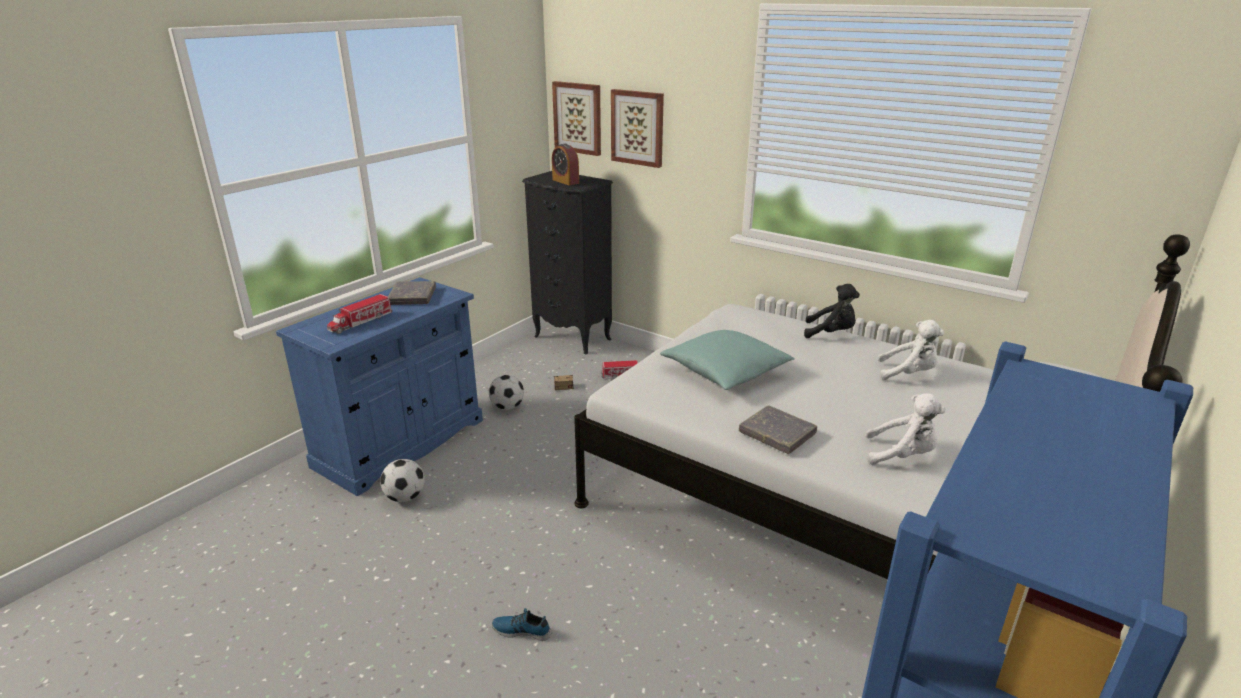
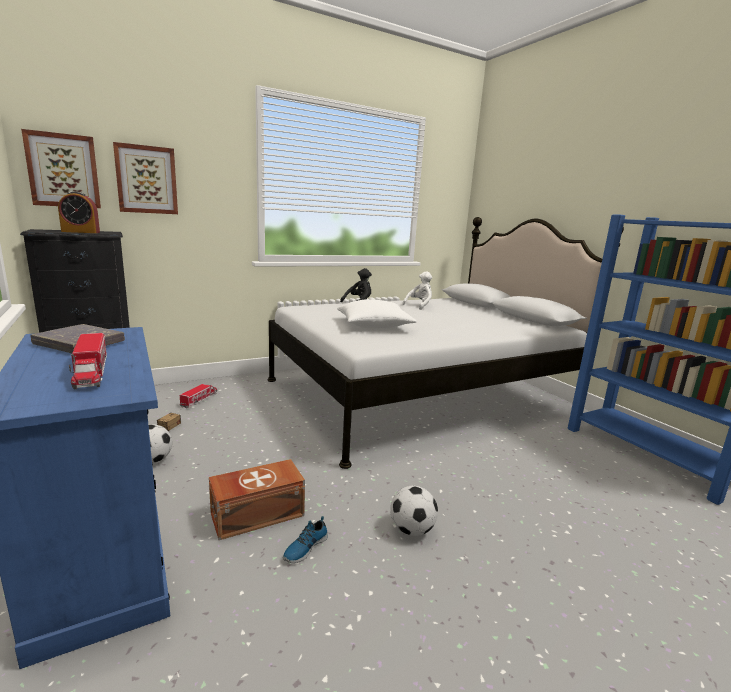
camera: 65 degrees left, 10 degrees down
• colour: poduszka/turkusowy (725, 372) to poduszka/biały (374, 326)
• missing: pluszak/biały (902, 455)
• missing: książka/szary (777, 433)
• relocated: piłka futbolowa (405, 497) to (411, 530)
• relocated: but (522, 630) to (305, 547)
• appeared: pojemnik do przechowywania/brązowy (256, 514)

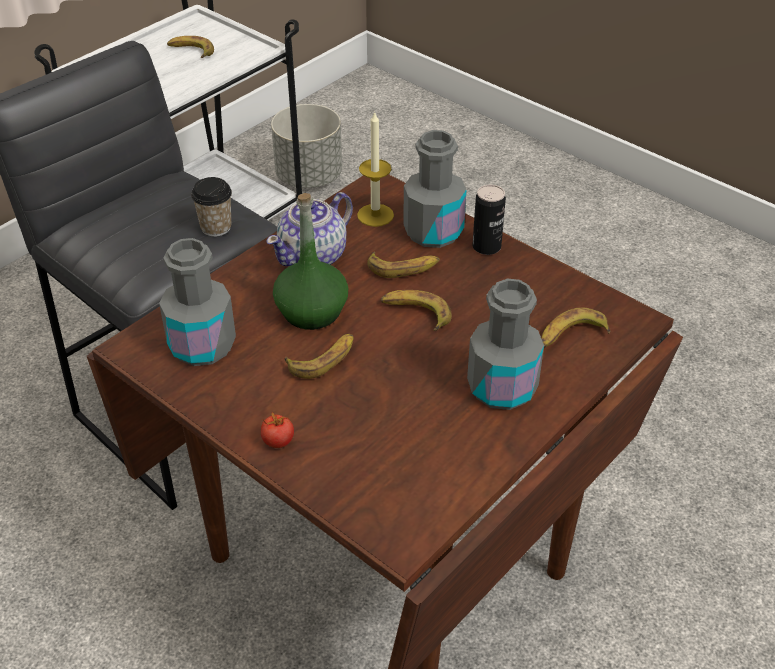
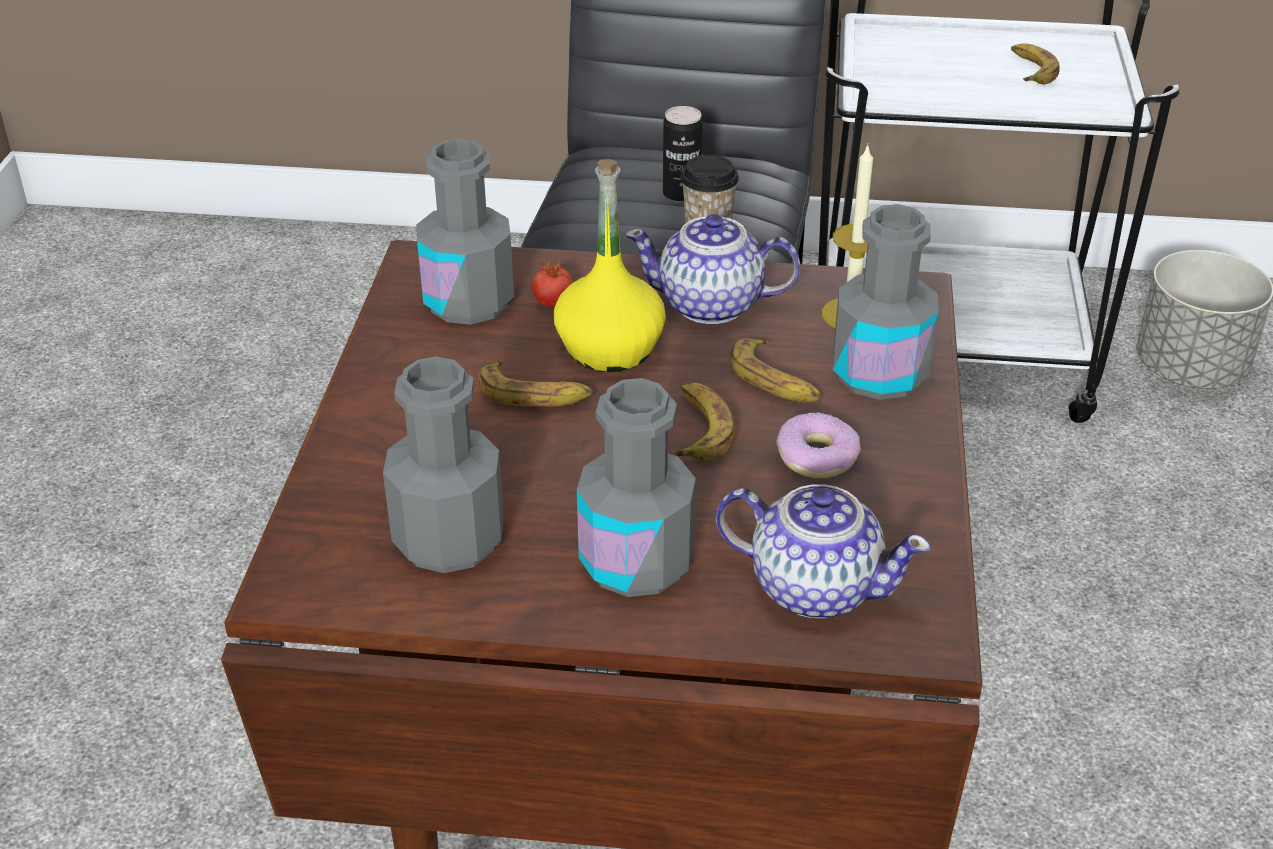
camera: 55 degrees right, 5 degrees down
• relocated: puszka (486, 247) to (681, 194)
• colour: butelka/zielony (311, 311) to butelka/żółty (609, 348)
• exchanged: banan (571, 336) to imbryk (814, 587)
• relocated: pomidor (278, 441) to (553, 303)
• appeared: butelka/szary (449, 539)
• appeared: donut (817, 456)

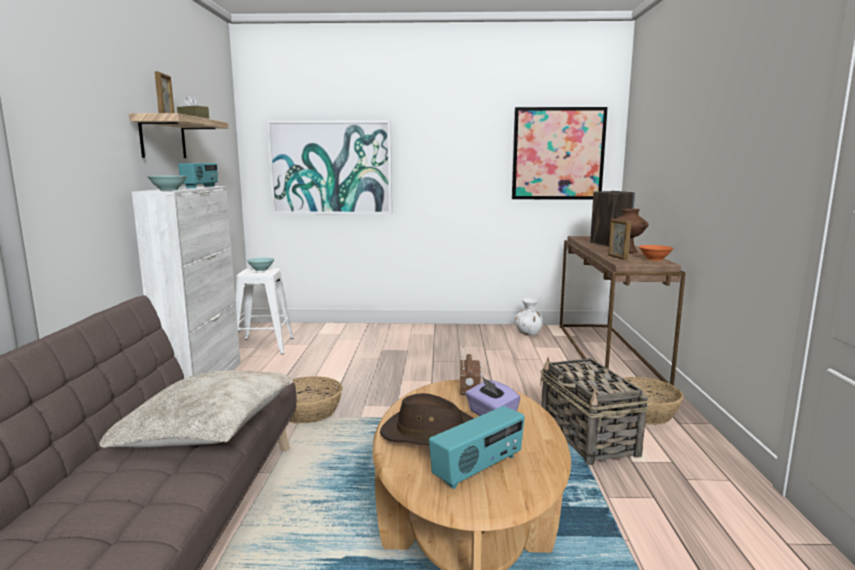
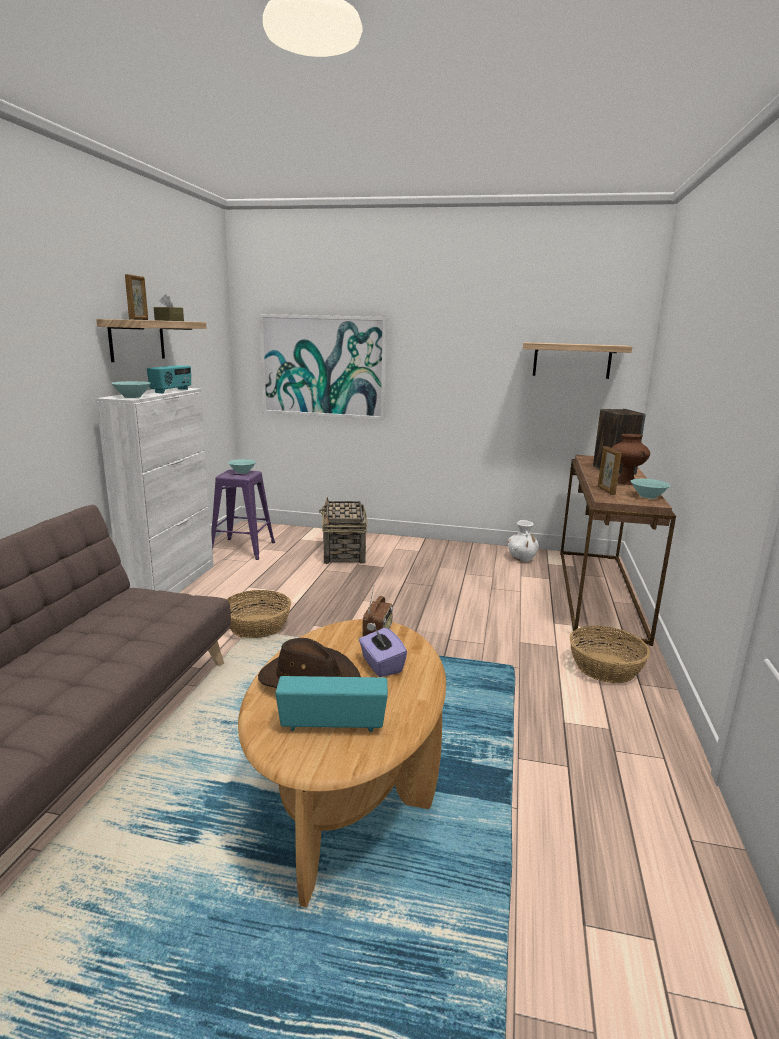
camera: 10 degrees right, 5 degrees up
• exchanged: obraz (558, 154) to półka (572, 360)
• colour: miska/pomarańczowy (655, 259) to miska/turkusowy (648, 496)
• colour: stołek/biały (262, 346) to stołek/fioletowy (241, 549)
• relocated: koszyk (588, 437) to (344, 552)
• missing: poduszka/beżowy (206, 430)
• spun: radio (478, 469) = (332, 724) 150 degrees counterclockwise

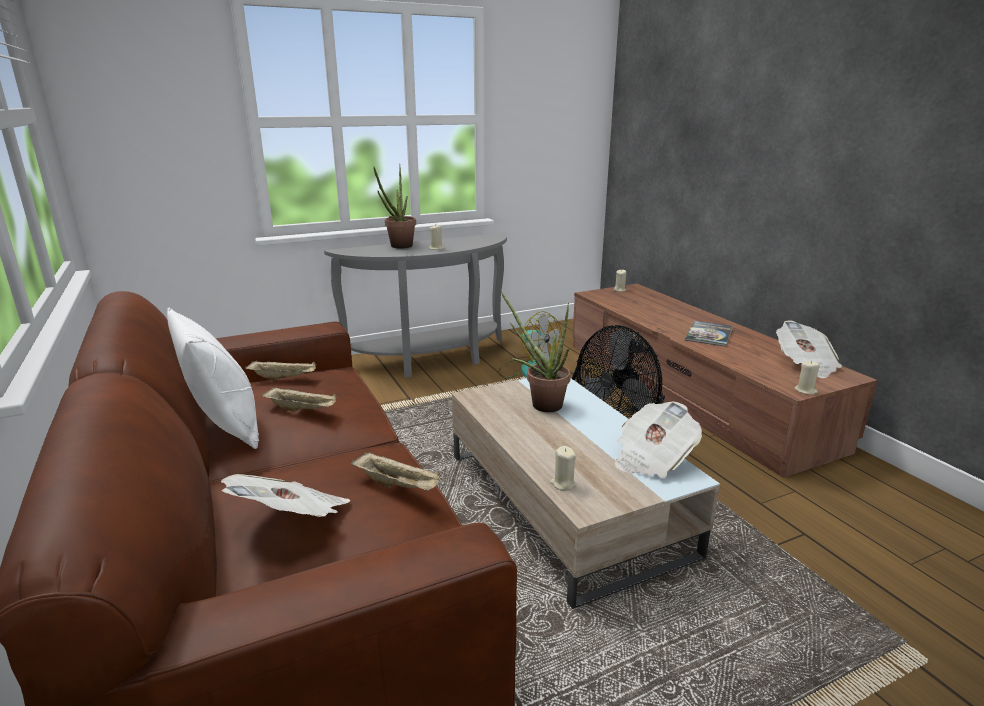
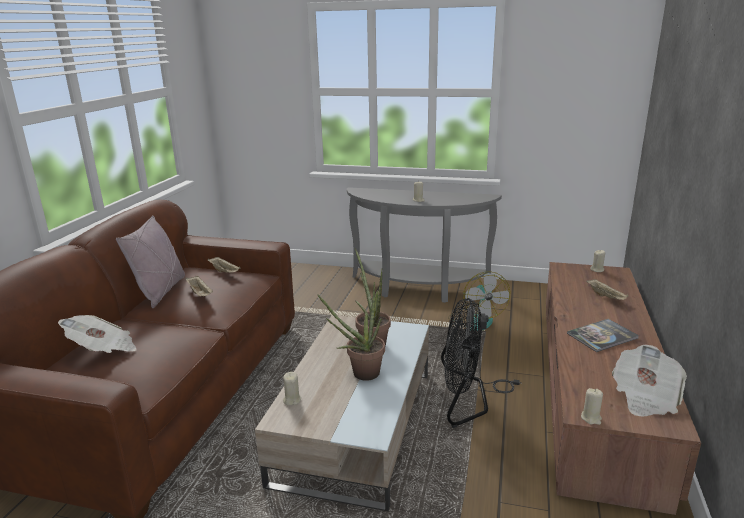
camera: 40 degrees right, 0 degrees up
• relocated: roślina doniczkowa (398, 247) to (360, 374)
• colour: poduszka/biały (225, 427) to poduszka/fioletowy (161, 291)
• missing: gazeta (652, 458)
• relocated: taca/beżowy (398, 485) to (606, 297)

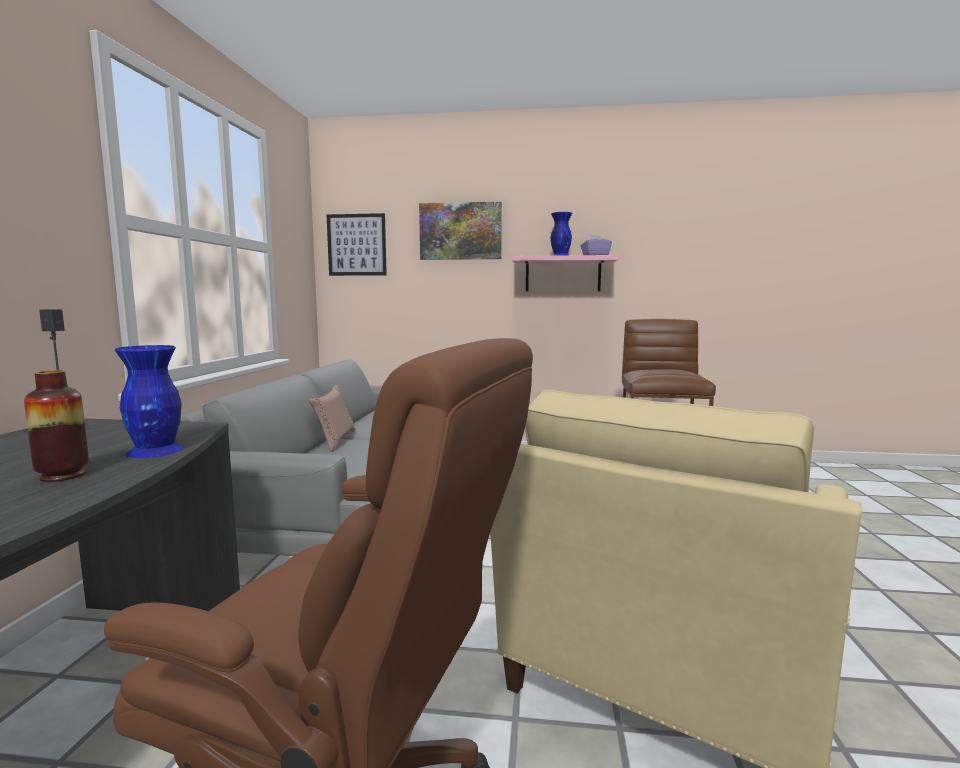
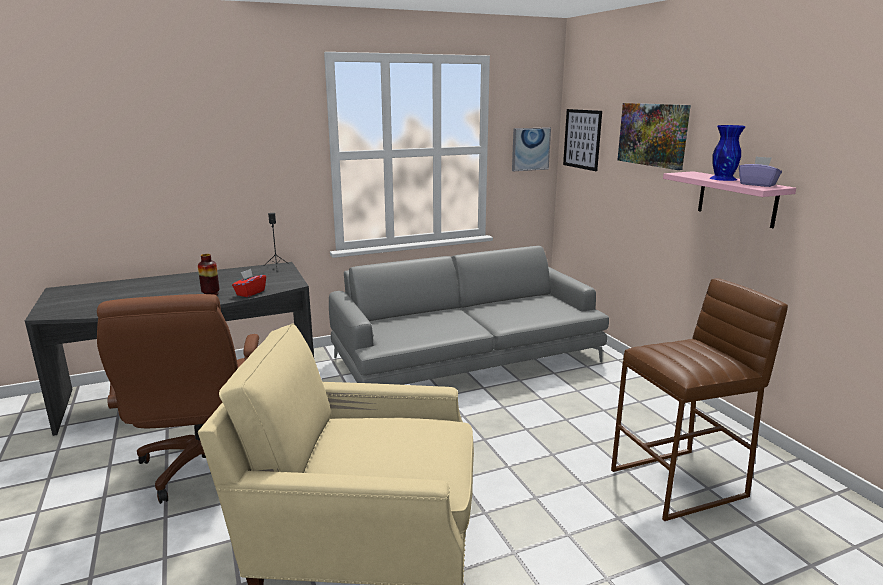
camera: 60 degrees right, 10 degrees up
• exchanged: wazon/niebieski (156, 450) to pudełko chusteczek/czerwony (250, 293)
• missing: poduszka/beżowy (335, 440)
• appeared: obraz (530, 149)

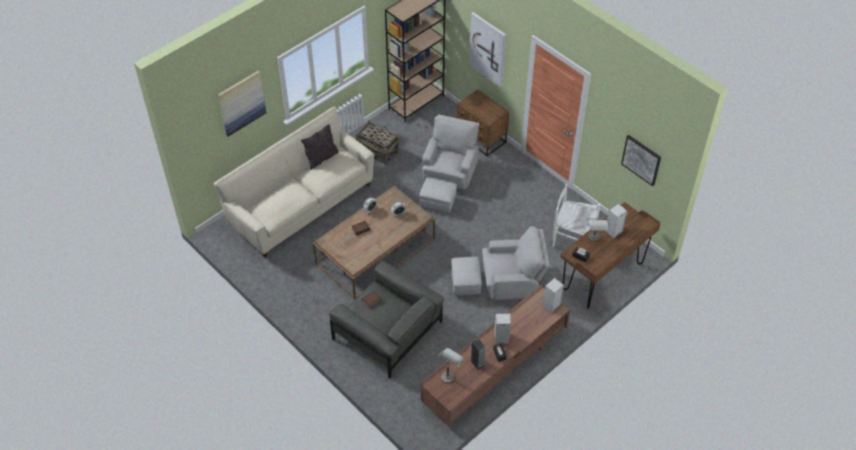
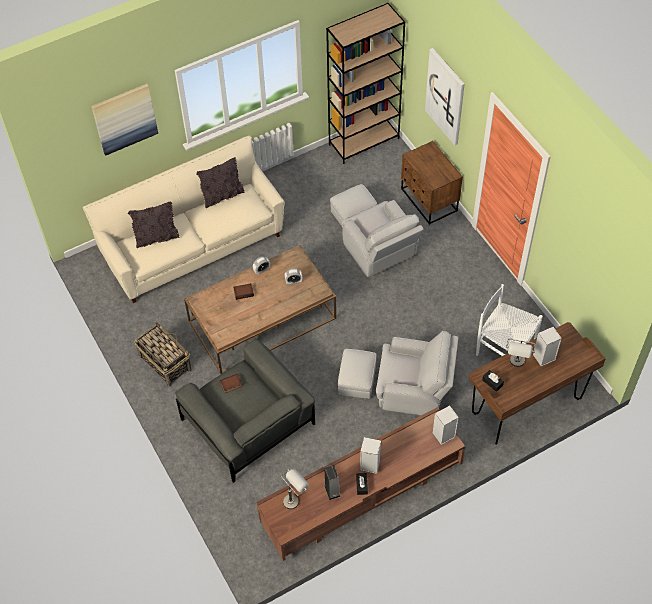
camera: 15 degrees right, 5 degrees up
• spun: fotel/biały (447, 178) = (374, 243) 120 degrees clockwise
• relocated: koszyk (377, 151) to (165, 362)
• missing: obraz (641, 159)
• appeared: poduszka/czarny (157, 238)

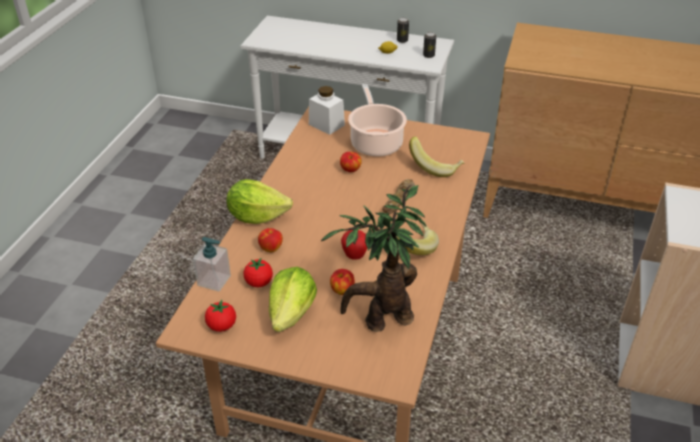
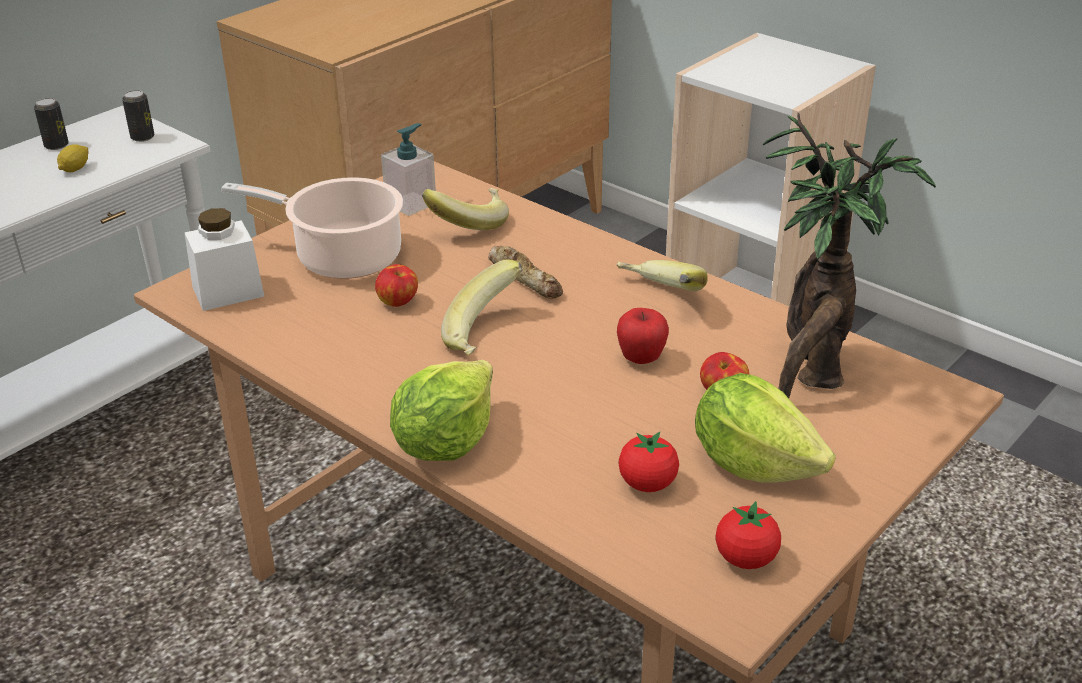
camera: 65 degrees left, 5 degrees down
• missing: jabłko (271, 248)
• relocated: dozownik mydła (214, 280) to (411, 203)
• appeared: banan (486, 335)

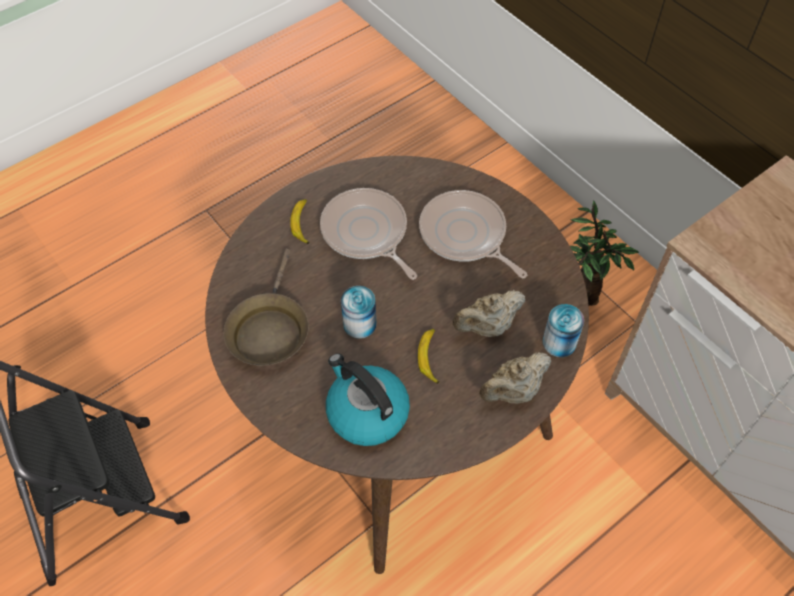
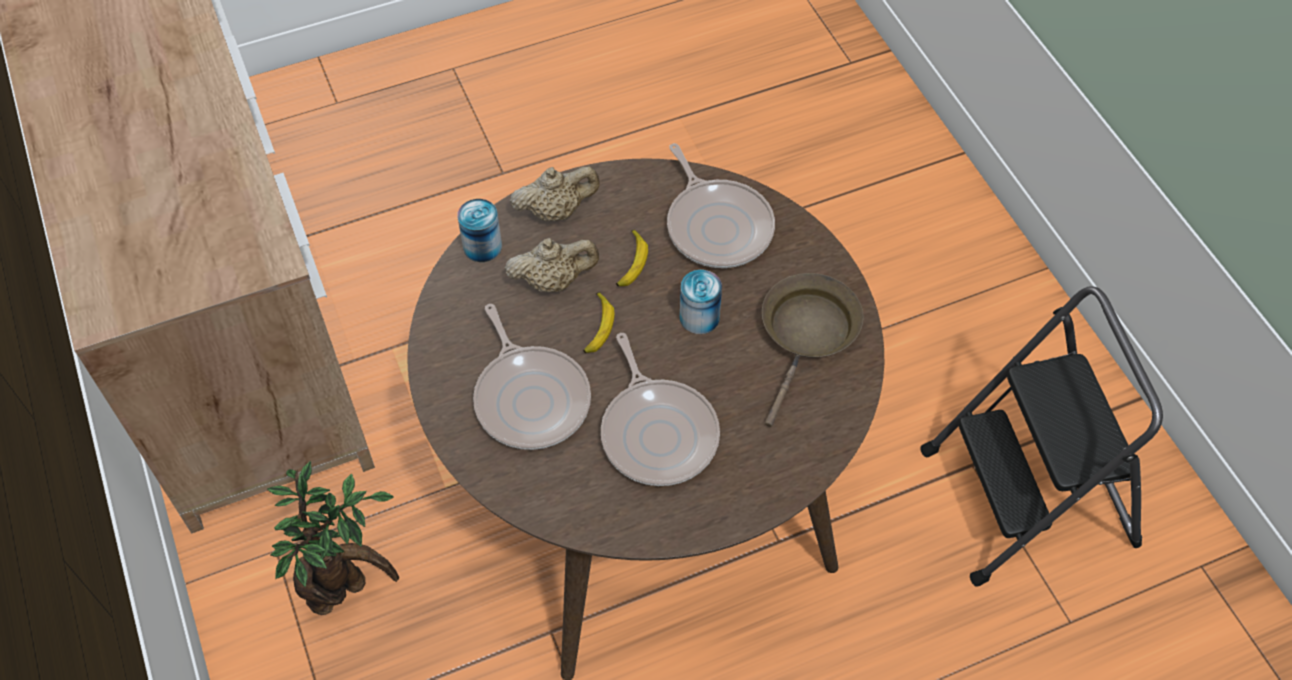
camera: 165 degrees left, 0 degrees up
• relocated: banan (302, 224) to (597, 327)
• exchanged: czajnik (366, 412) to patelnia (717, 225)

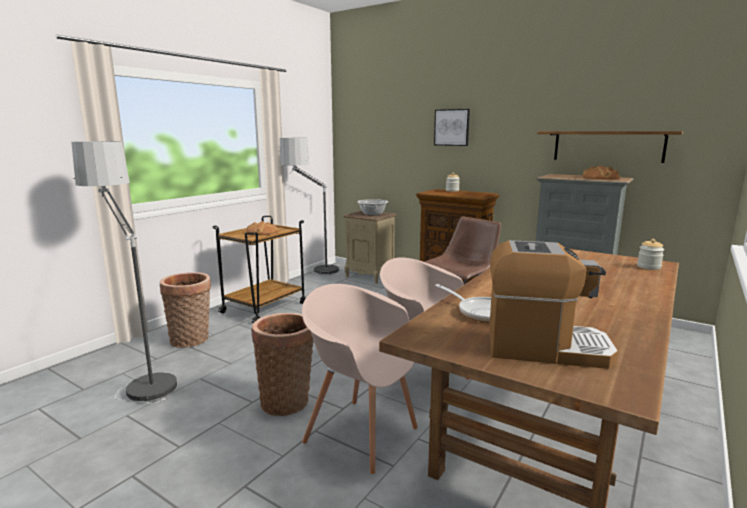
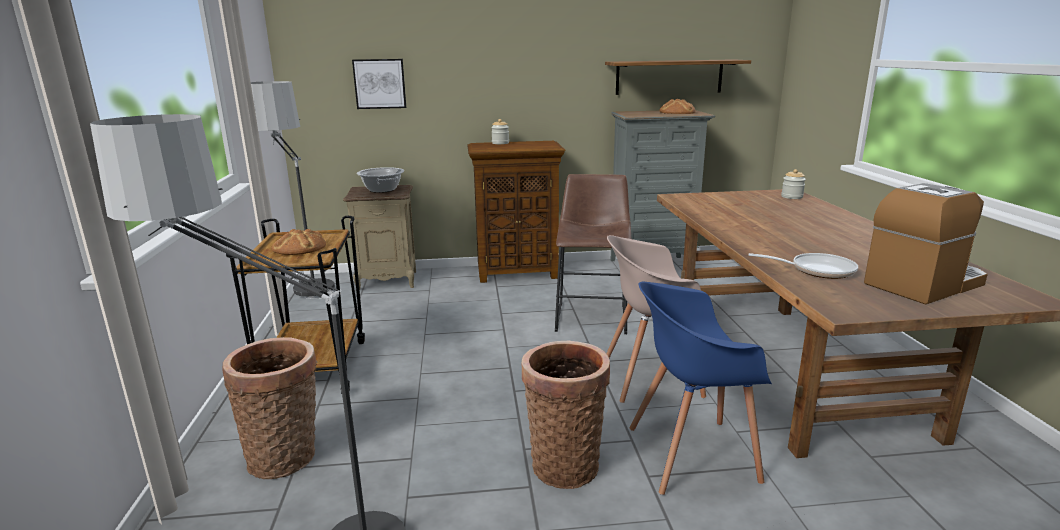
camera: 40 degrees left, 5 degrees up
• relocated: obraz (452, 127) to (380, 84)
• colour: krzesło/beżowy (360, 434) to krzesło/niebieski (690, 455)

